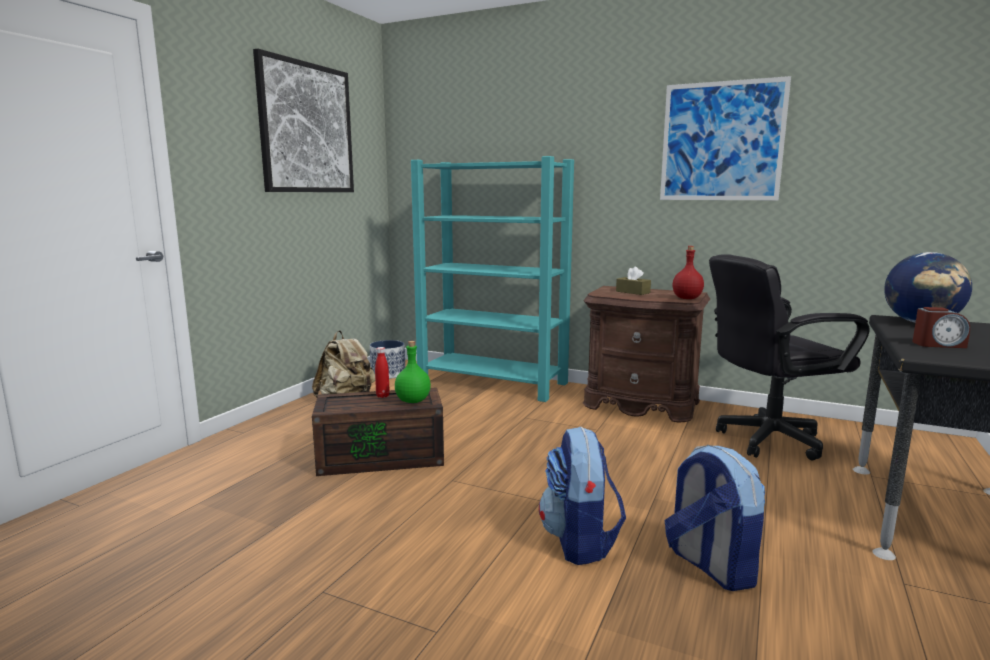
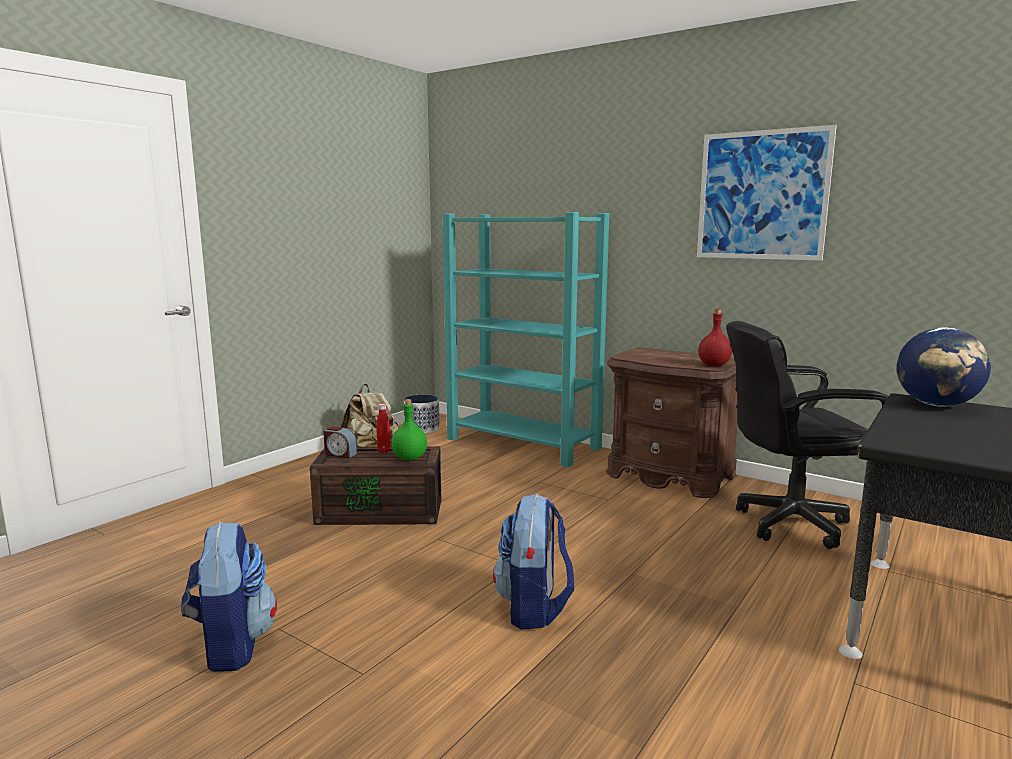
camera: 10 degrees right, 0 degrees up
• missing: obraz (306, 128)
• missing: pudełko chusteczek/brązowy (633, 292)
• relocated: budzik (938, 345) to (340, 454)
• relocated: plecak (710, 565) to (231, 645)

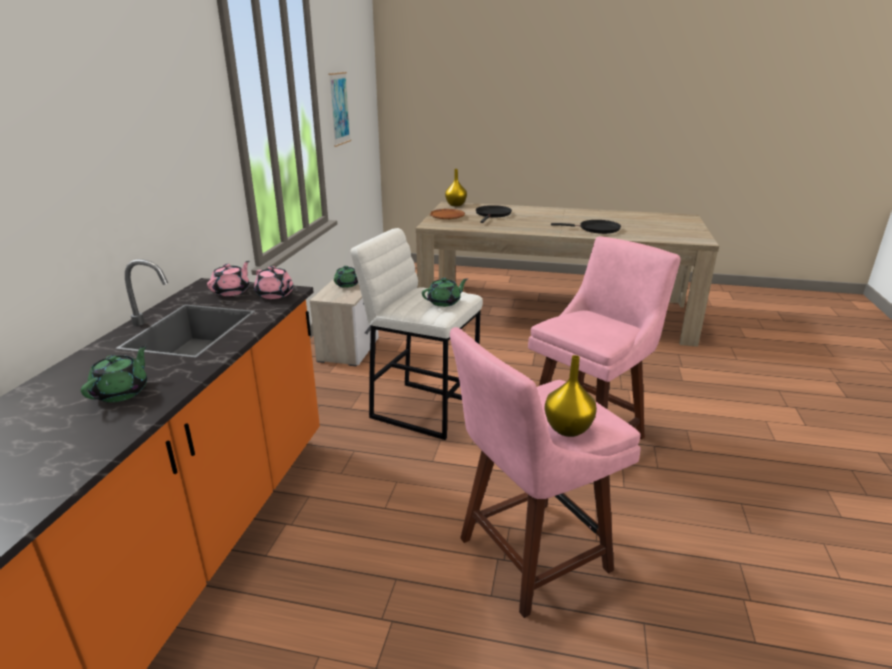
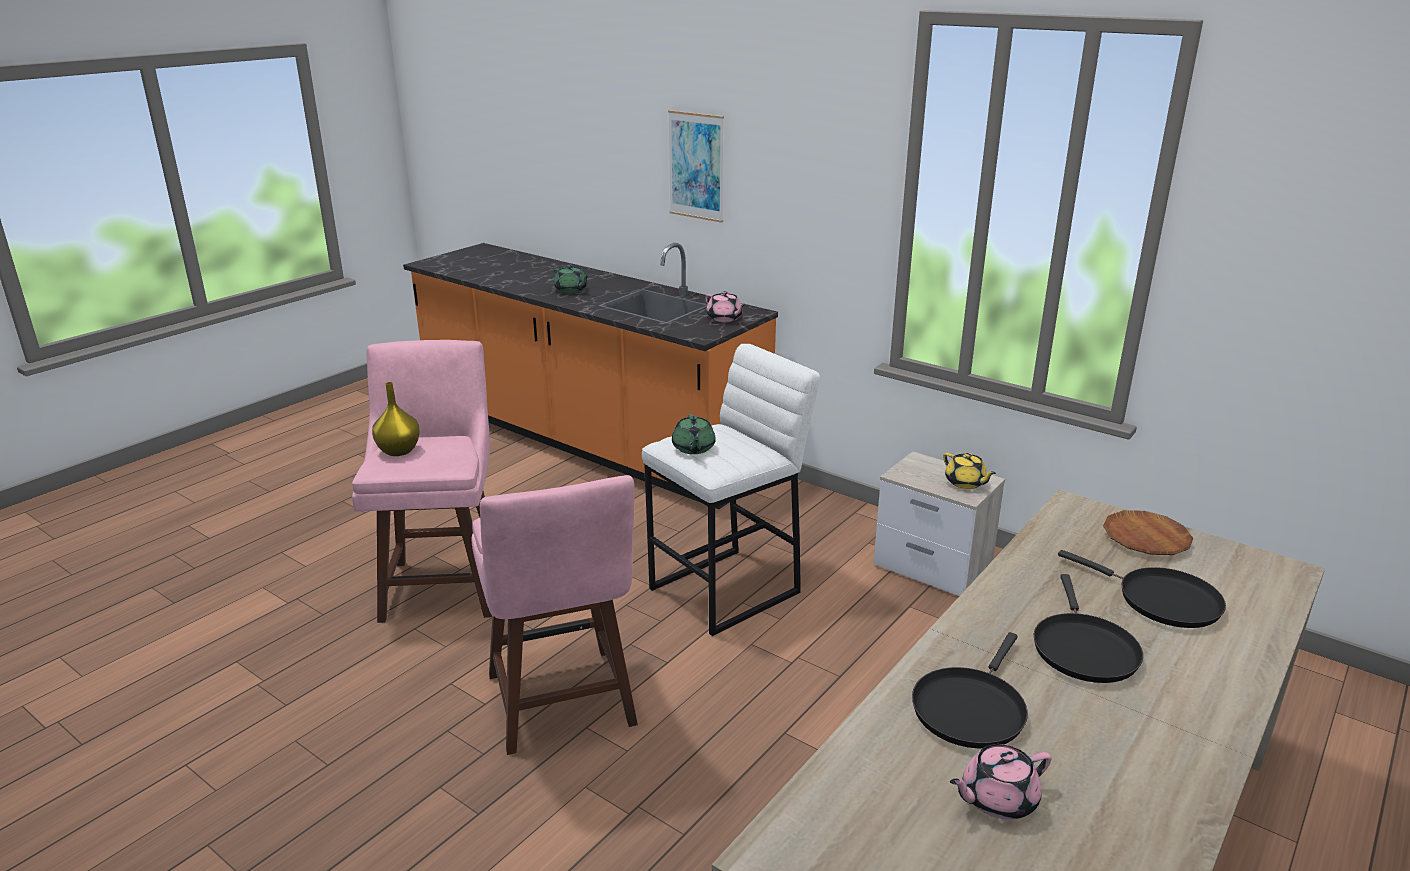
camera: 115 degrees right, 0 degrees up
• relocated: obraz (339, 109) to (696, 166)
• missing: wazon/żółty (455, 205)
• relocated: imbryk/różowy (275, 295) to (997, 799)
• colour: imbryk/zielony (347, 284) to imbryk/żółty (965, 483)
• appeared: patelnia/czarny (1083, 648)

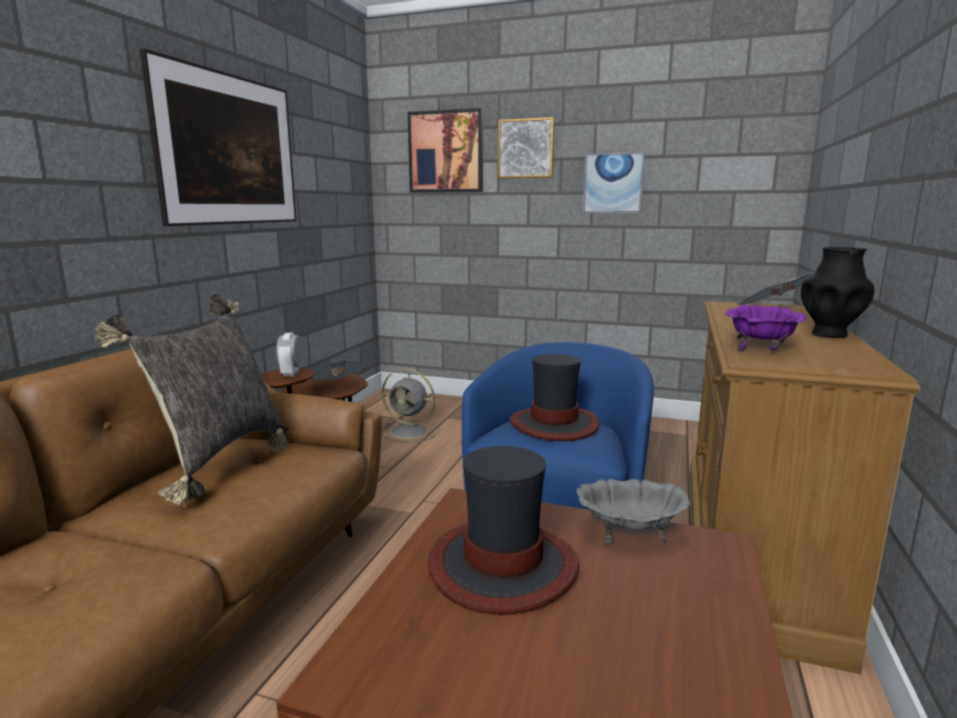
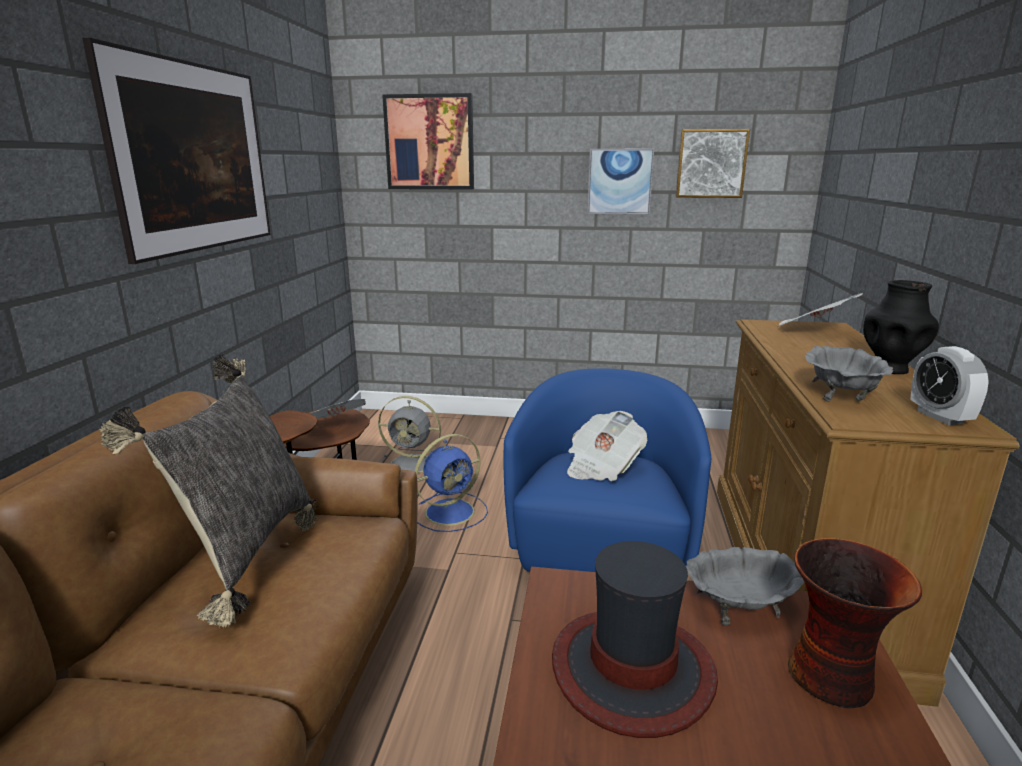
camera: 10 degrees left, 5 degrees up
• relocated: obraz (526, 149) to (711, 164)
• colour: miska/fioletowy (761, 347) to miska/szary (842, 394)
• relocated: budzik (291, 373) to (940, 417)
• exchanged: kapelusz (554, 424) to gazeta (602, 466)
• appeared: wentylator/niebieski (451, 511)
• appeared: wazon (834, 678)

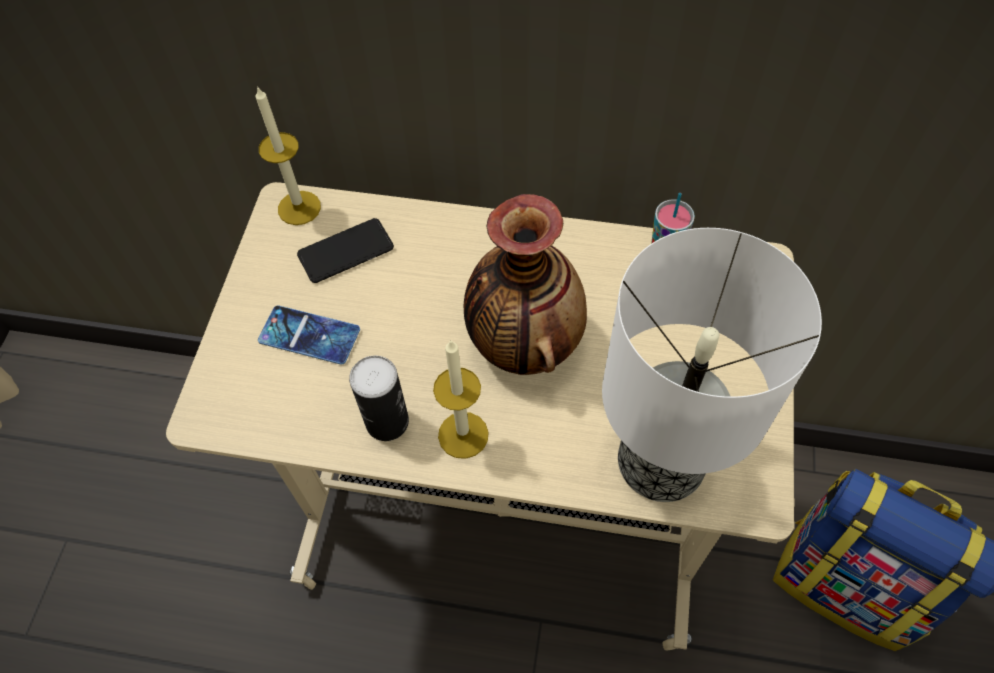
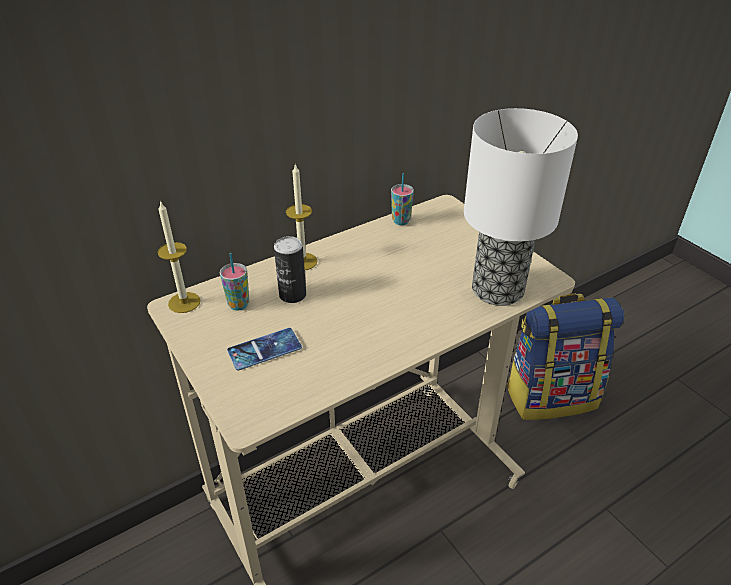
camera: 45 degrees left, 20 degrees down
• missing: wazon (523, 341)
• exchanged: telefon (346, 251) to filiżanka (238, 304)
• relocated: świeca (463, 435) to (302, 261)
• relocated: puszka (387, 421) to (292, 295)

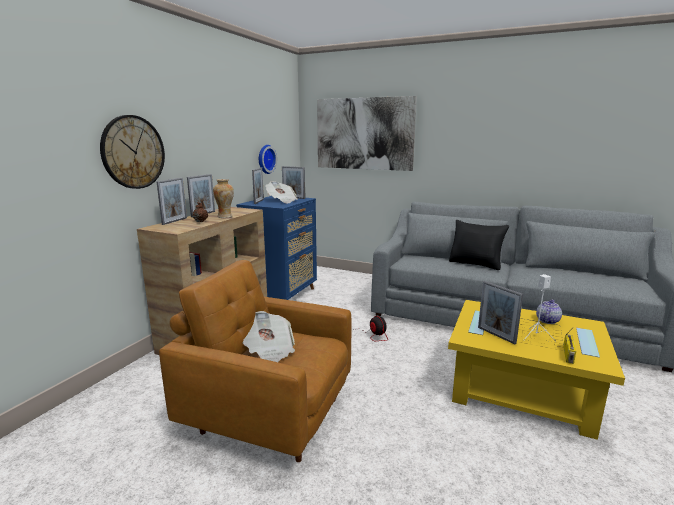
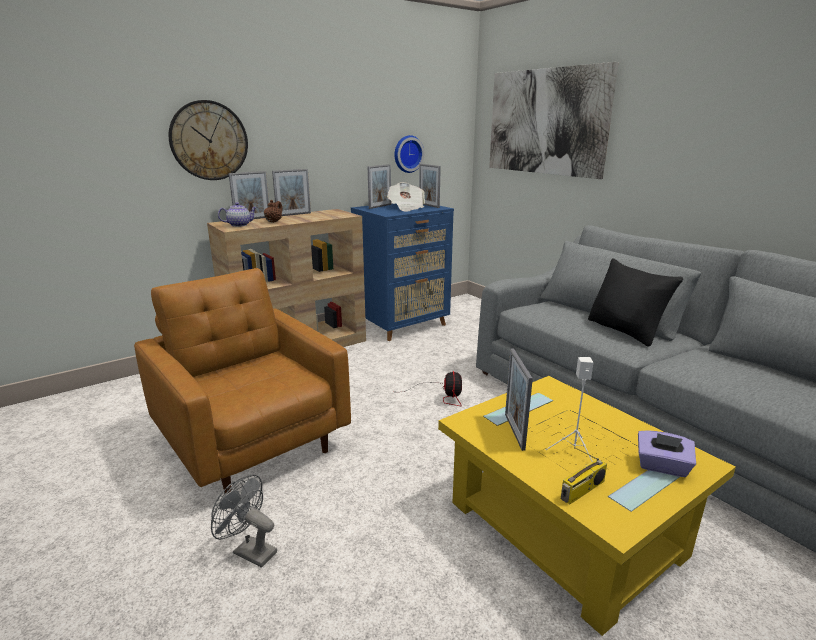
camera: 30 degrees right, 5 degrees up
• missing: wazon (225, 217)
• relocated: imbryk (547, 320) to (239, 225)
• missing: gazeta (269, 350)
• appeared: pudełko chusteczek/fioletowy (662, 466)
• appeared: wentylator/szary (249, 551)

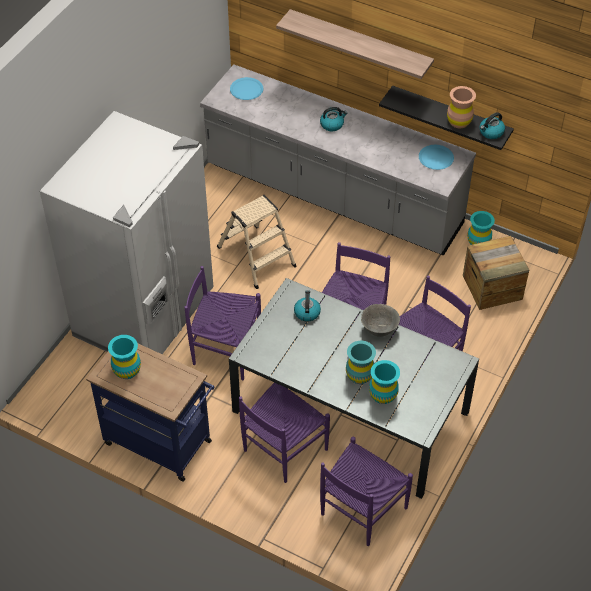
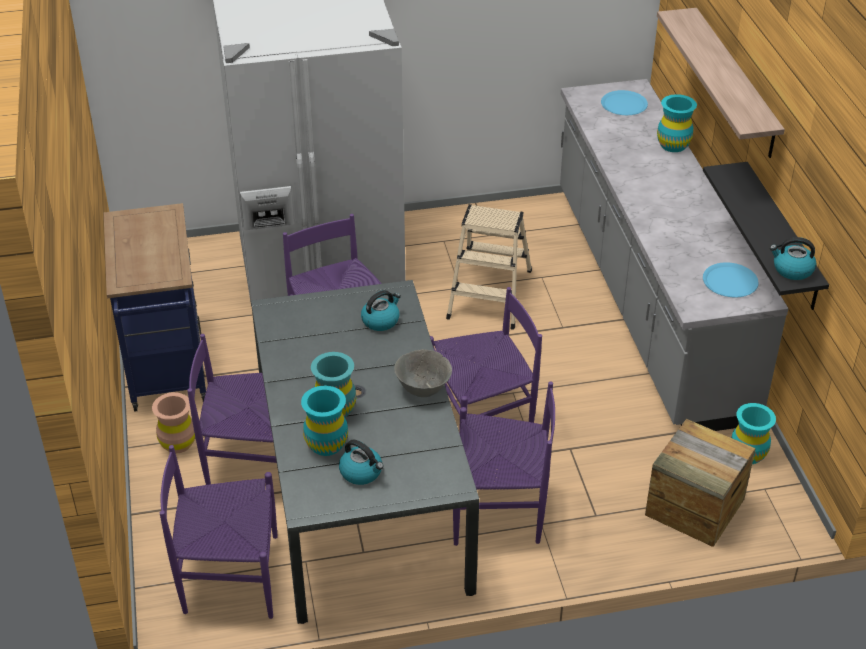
camera: 50 degrees right, 10 degrees down
• relocated: wazon/brązowy (459, 122) to (178, 443)
• relocated: czajnik (332, 124) to (362, 472)
• relocated: wazon/turkusowy (127, 370) to (673, 145)

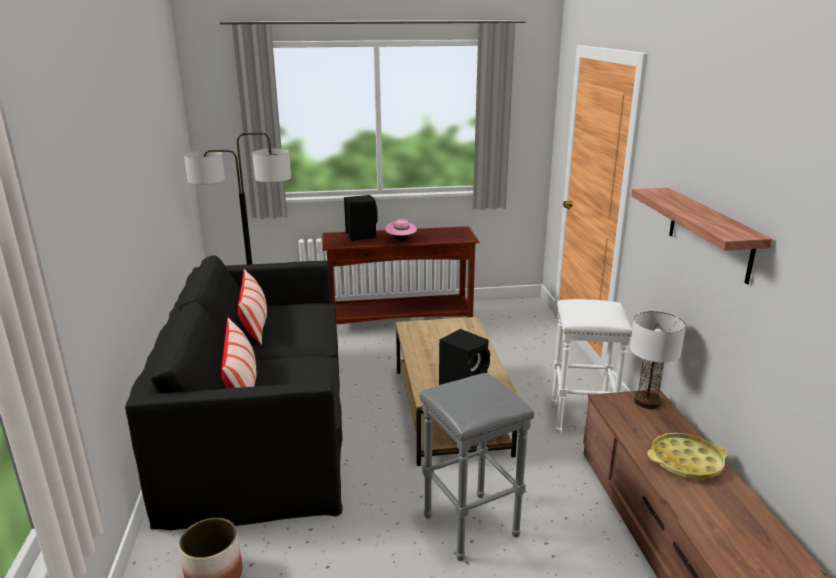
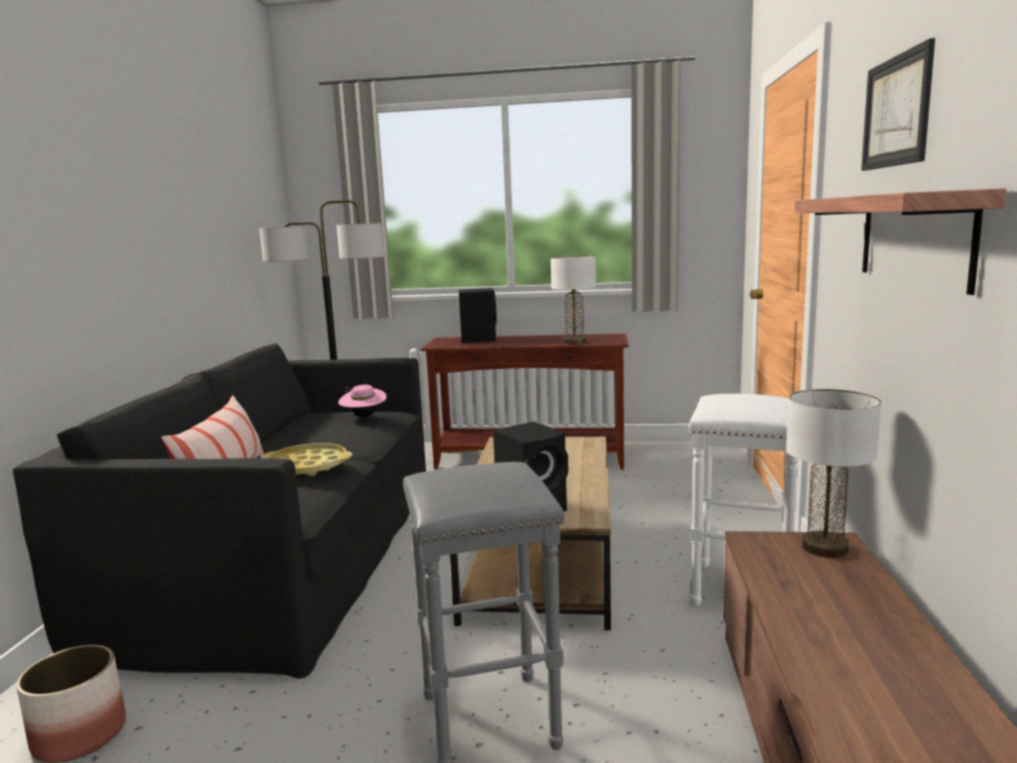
camera: 15 degrees right, 10 degrees down
• relocated: kapelusz/różowy (401, 240) to (364, 416)
• missing: poduszka (255, 324)
• relocated: taca/żółty (686, 461) to (307, 466)
• appeared: obraz (896, 111)
• appeared: lampa stołowa (574, 342)

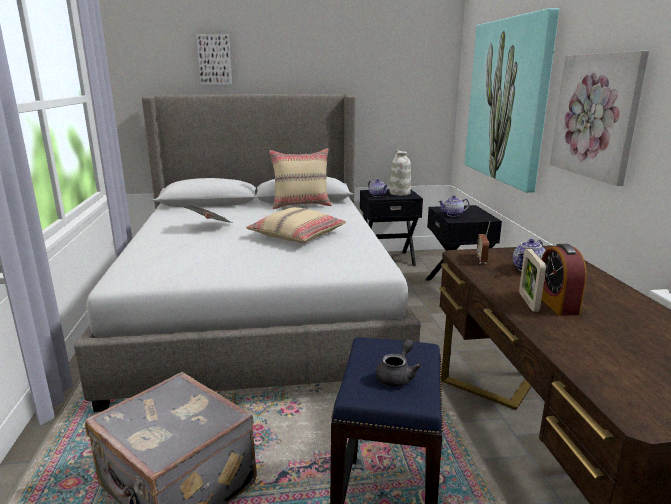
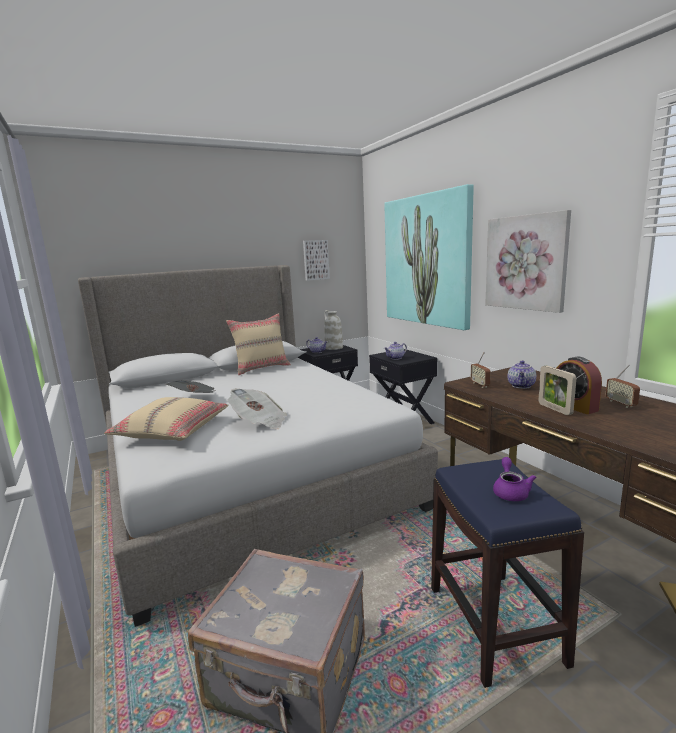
camera: 20 degrees left, 5 degrees down
• relocated: obraz (214, 59) to (315, 260)
• relocated: poduszka/beżowy (297, 236) to (172, 431)
• colour: imbryk/szary (397, 376) to imbryk/fioletowy (510, 491)
• appeared: radio (621, 404)
• appeared: gazeta (259, 422)

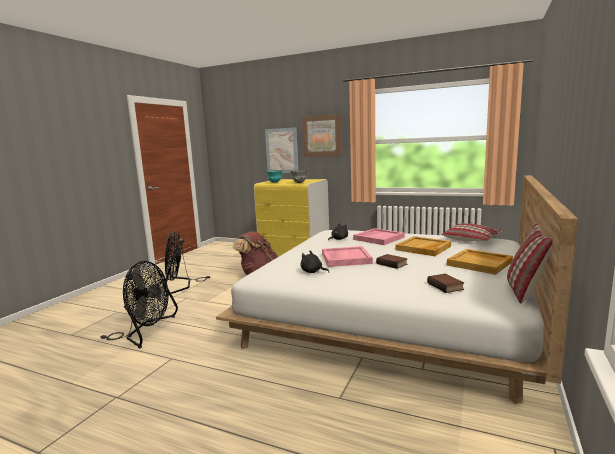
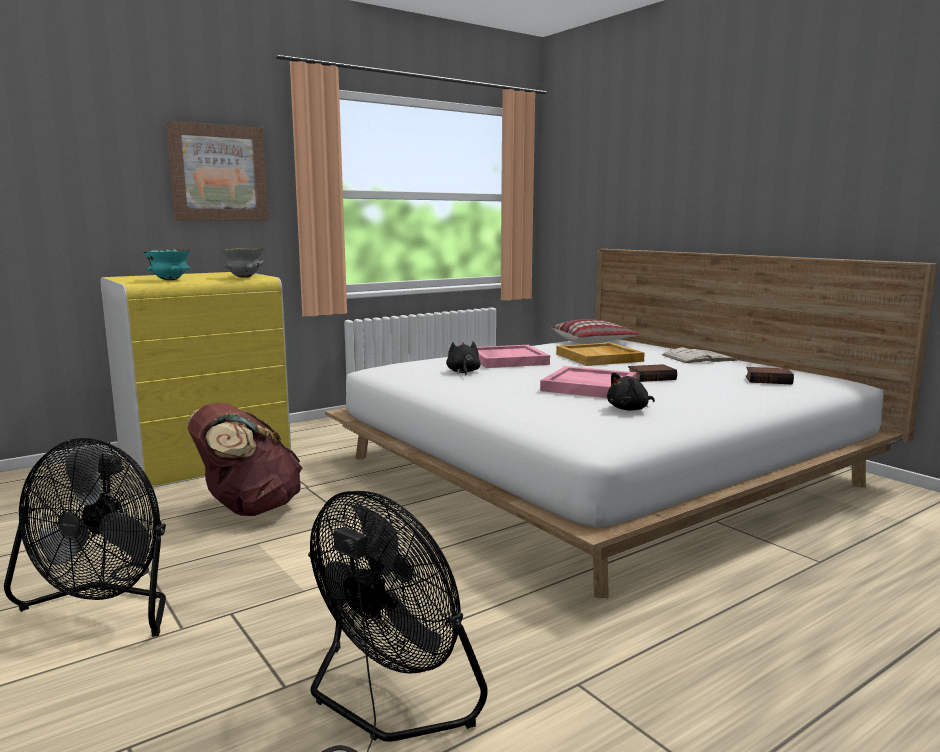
camera: 60 degrees left, 0 degrees up
• missing: obraz (281, 150)
• missing: poduszka (524, 291)
• exchanged: taca/beżowy (480, 263) to książka/biały (698, 358)

